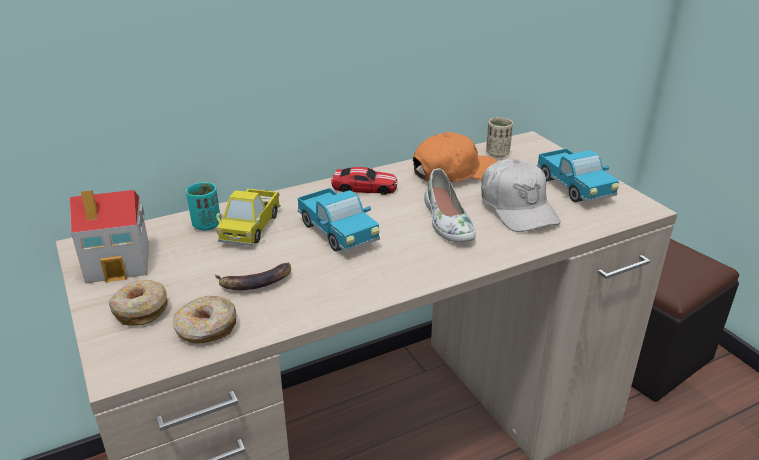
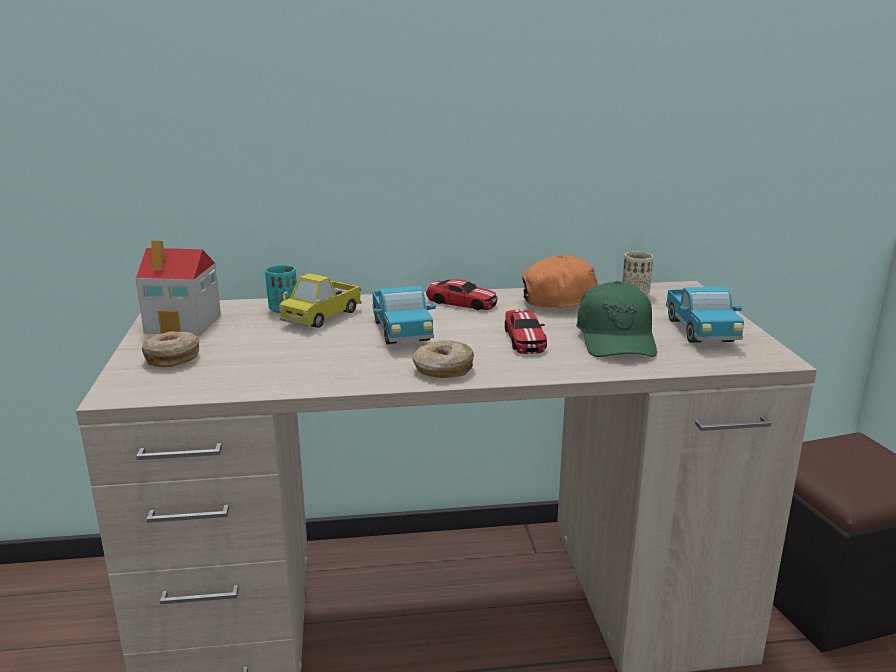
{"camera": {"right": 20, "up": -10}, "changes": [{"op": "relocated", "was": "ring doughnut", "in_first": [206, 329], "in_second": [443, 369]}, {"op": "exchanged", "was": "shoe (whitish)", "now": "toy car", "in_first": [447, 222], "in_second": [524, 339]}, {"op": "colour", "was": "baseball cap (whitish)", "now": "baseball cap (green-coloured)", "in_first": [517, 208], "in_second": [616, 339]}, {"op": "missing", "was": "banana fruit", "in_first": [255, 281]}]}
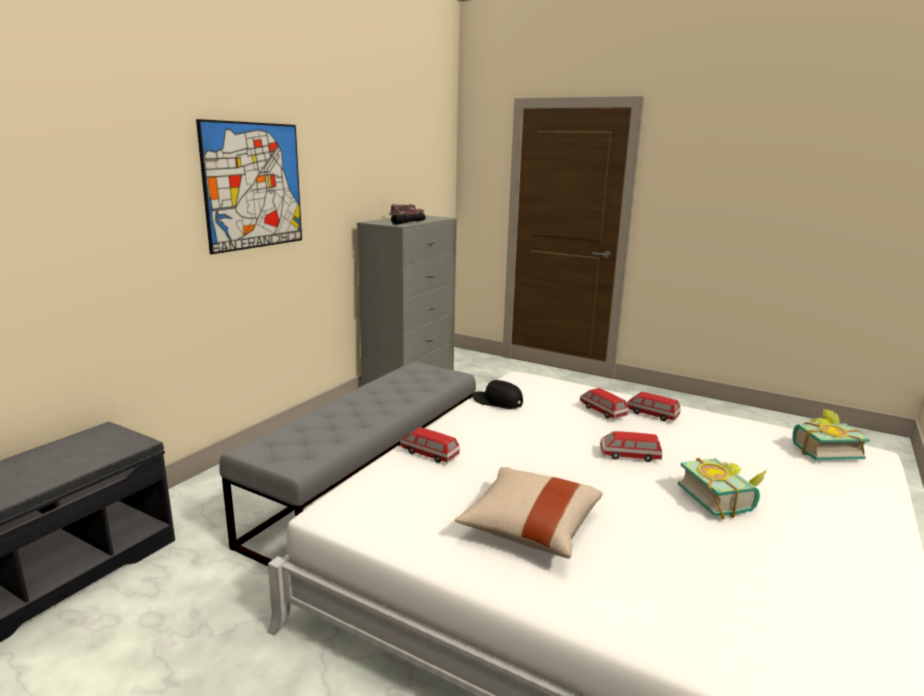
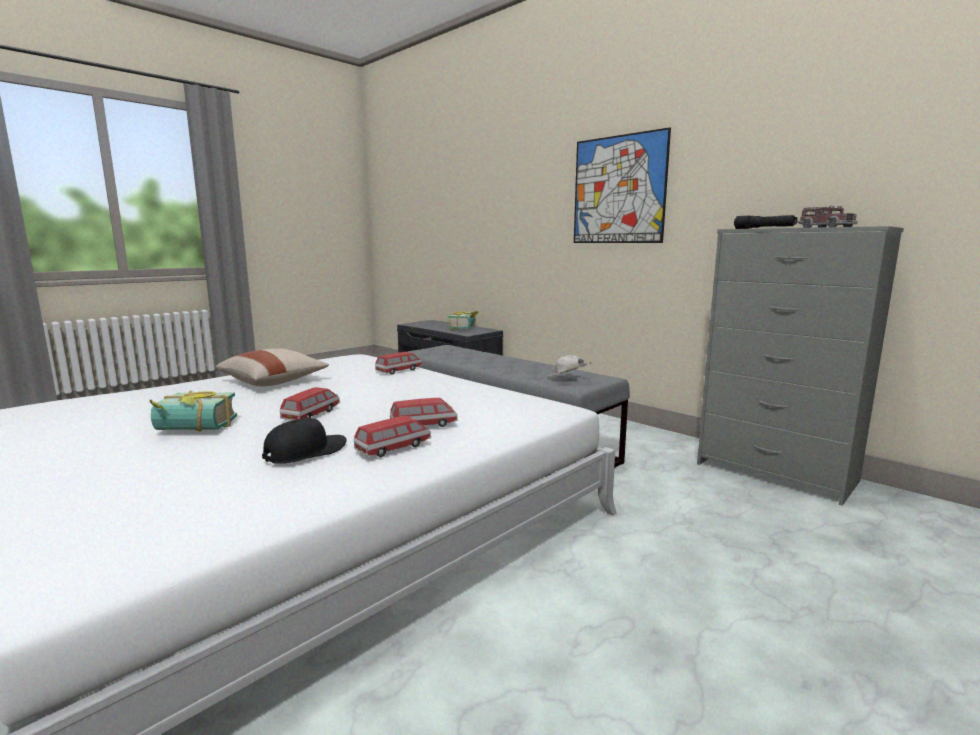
{"camera": {"right": 105, "up": -5}, "changes": [{"op": "relocated", "was": "baseball cap (black)", "in_first": [497, 402], "in_second": [306, 452]}, {"op": "relocated", "was": "volume", "in_first": [822, 450], "in_second": [465, 328]}, {"op": "appeared", "now": "baseball cap (whitish)", "in_second": [566, 379]}]}
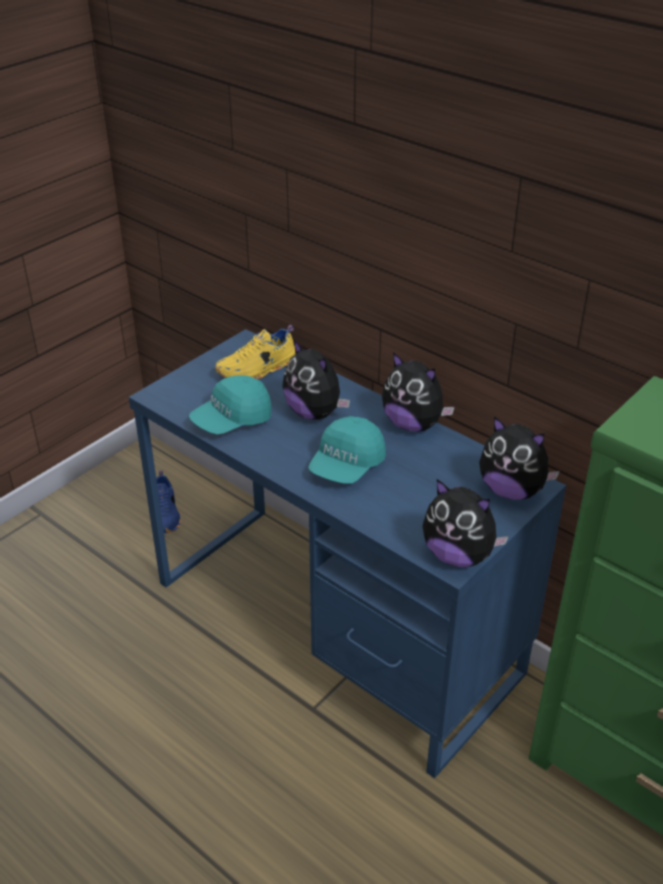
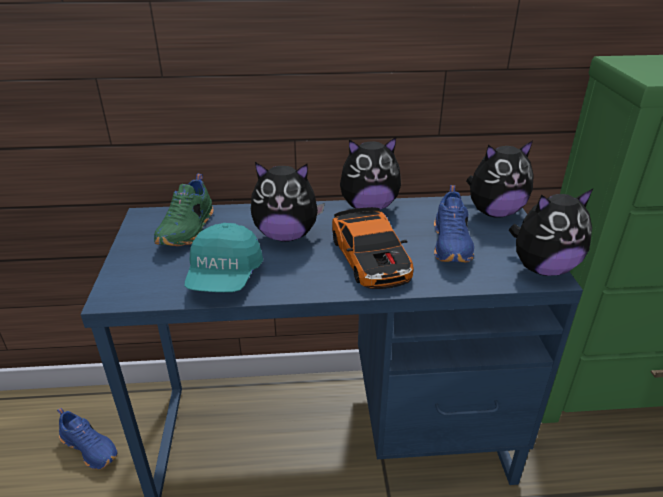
{"camera": {"right": -45, "up": -5}, "changes": [{"op": "colour", "was": "shoe (yellow-coloured)", "now": "shoe (green-coloured)", "in_first": [258, 370], "in_second": [188, 230]}, {"op": "exchanged", "was": "baseball cap (turquoise)", "now": "toy car", "in_first": [346, 466], "in_second": [372, 257]}, {"op": "appeared", "now": "shoe (blue-coloured)", "in_second": [452, 244]}]}
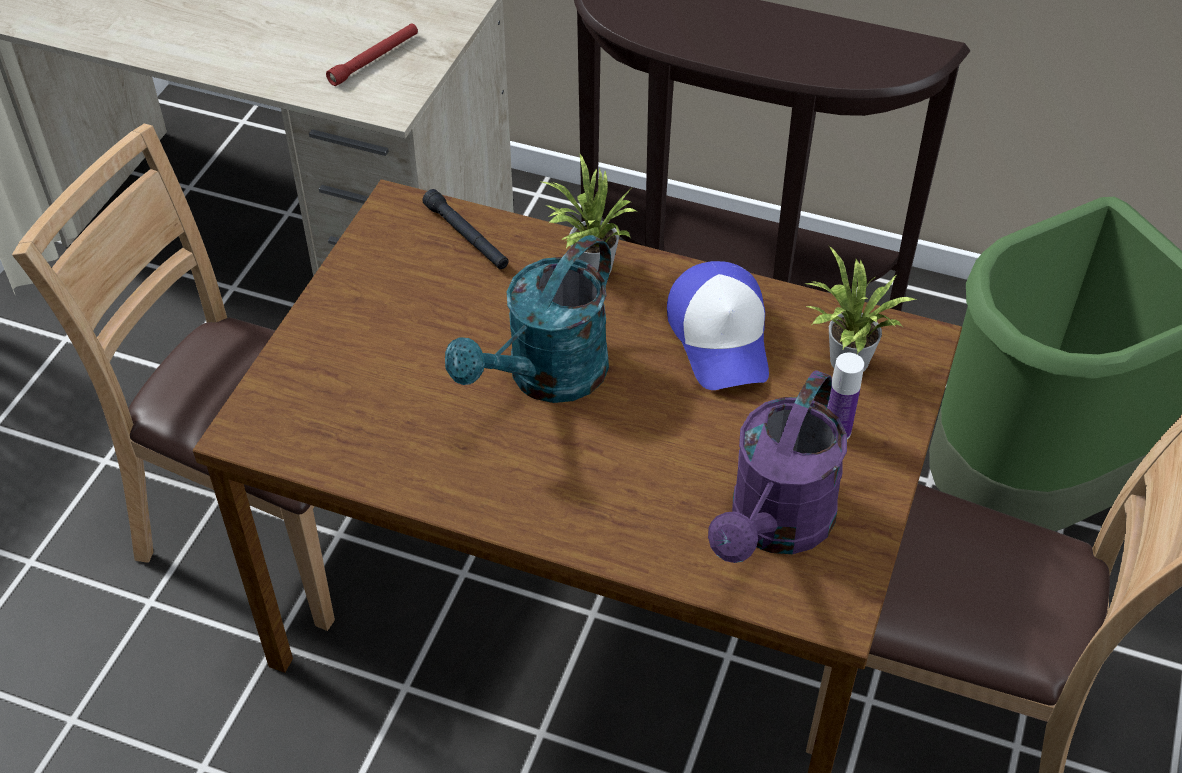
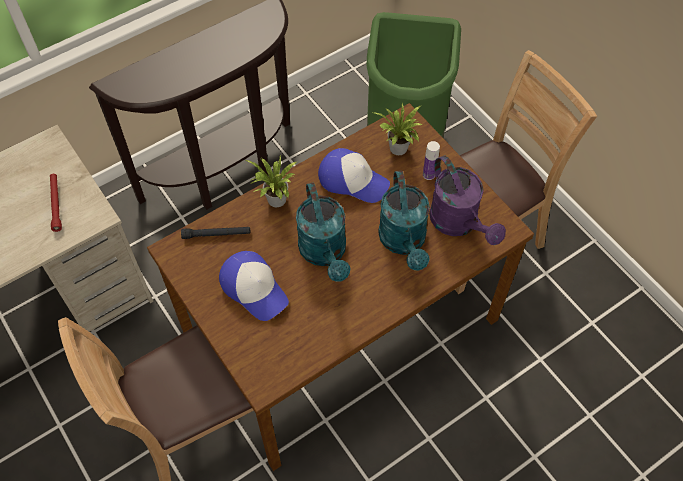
{"camera": {"right": -55, "up": 10}, "changes": [{"op": "appeared", "now": "baseball cap", "in_second": [254, 288]}, {"op": "appeared", "now": "watering pot (turquoise)", "in_second": [404, 242]}]}
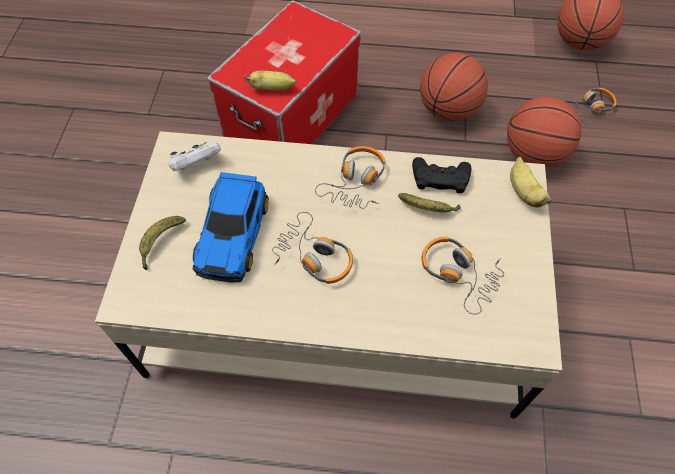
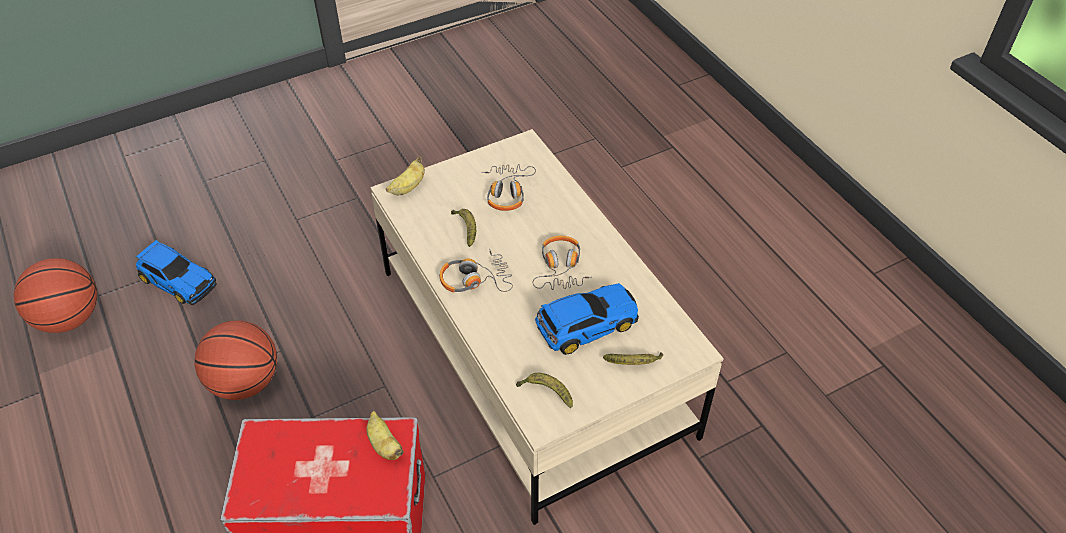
{"camera": {"right": -125, "up": -10}, "changes": [{"op": "exchanged", "was": "pair of headphones", "now": "toy car", "in_first": [587, 107], "in_second": [177, 279]}, {"op": "exchanged", "was": "joypad (whitish)", "now": "banana fruit", "in_first": [196, 165], "in_second": [546, 392]}, {"op": "missing", "was": "joypad (black)", "in_first": [440, 178]}, {"op": "missing", "was": "ball for basketball", "in_first": [533, 154]}]}
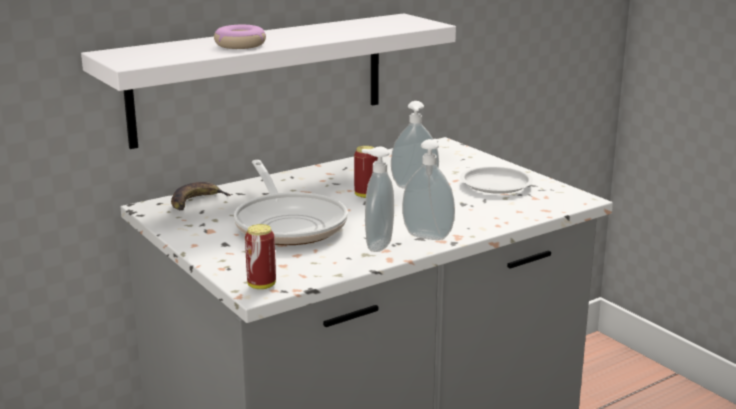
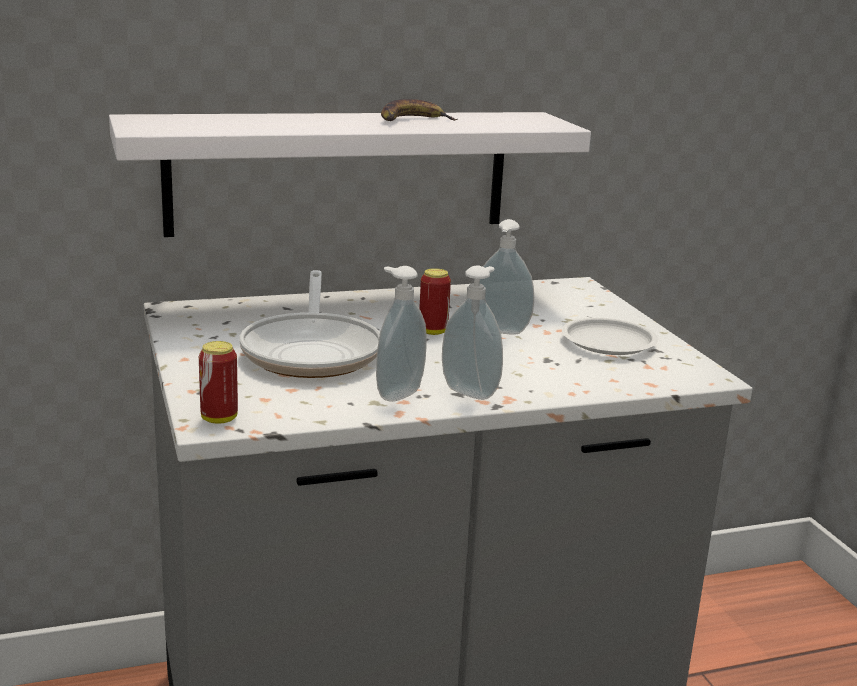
{"camera": {"right": 15, "up": 0}, "changes": [{"op": "relocated", "was": "banana fruit", "in_first": [196, 202], "in_second": [412, 120]}, {"op": "missing", "was": "ring doughnut", "in_first": [240, 45]}]}
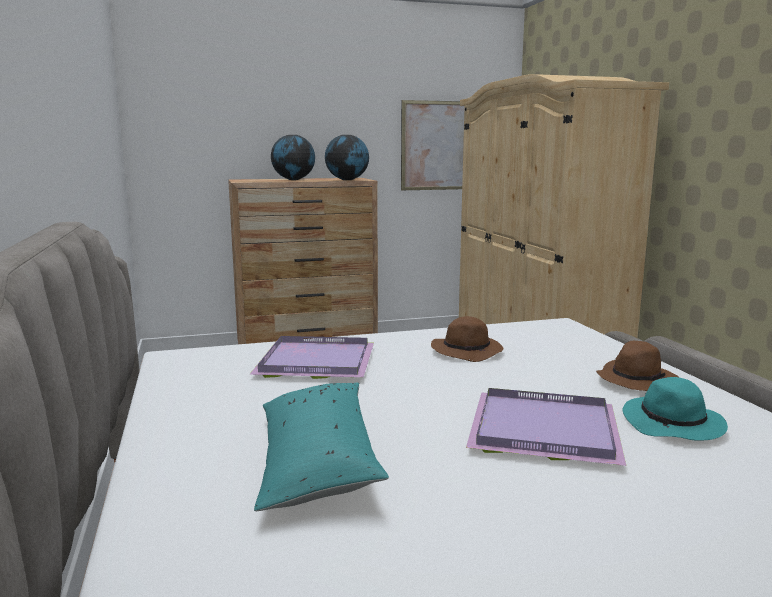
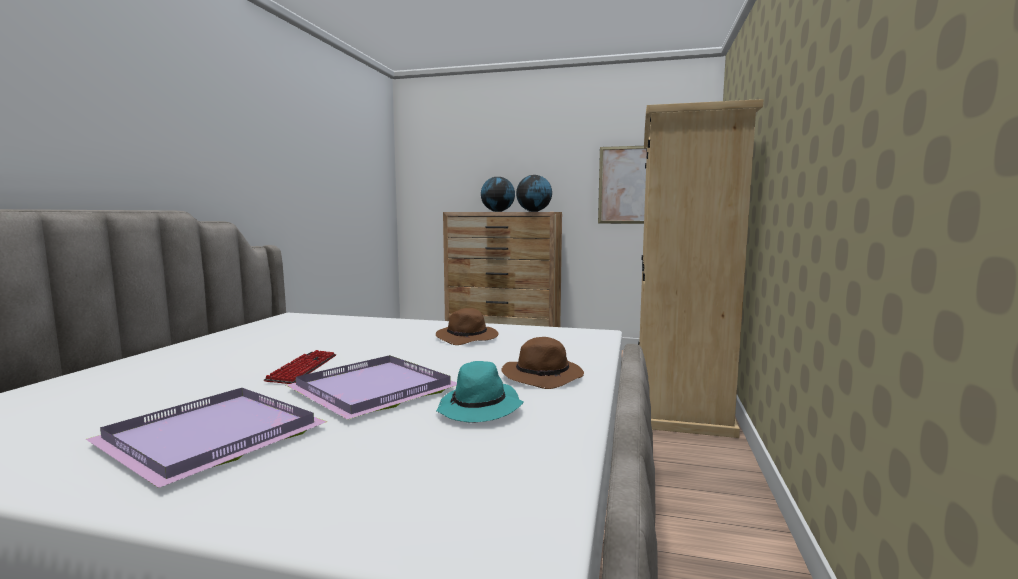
{"camera": {"right": 30, "up": -5}, "changes": [{"op": "relocated", "was": "carrying tray (purplish)", "in_first": [318, 361], "in_second": [216, 437]}, {"op": "appeared", "now": "computer keyboard", "in_second": [303, 369]}, {"op": "missing", "was": "pillow (turquoise)", "in_first": [316, 461]}]}
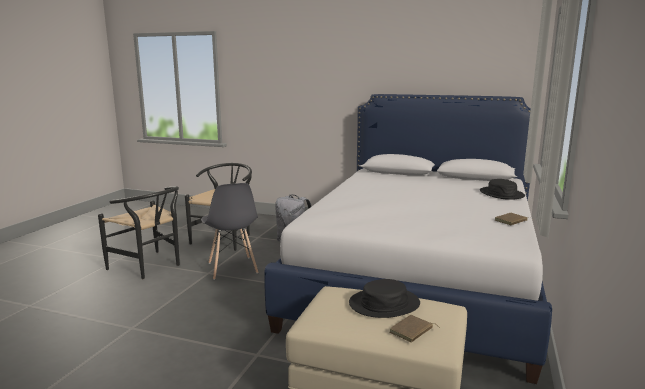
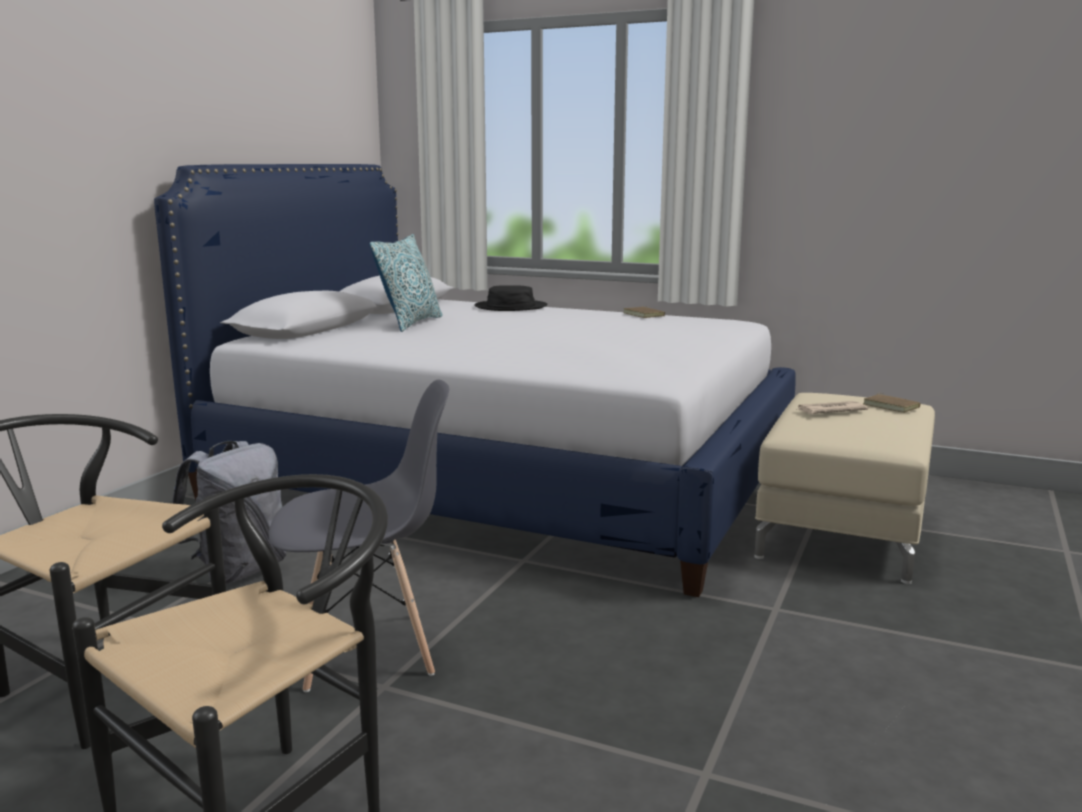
{"camera": {"right": -85, "up": 0}, "changes": [{"op": "appeared", "now": "pillow", "in_second": [410, 323]}, {"op": "exchanged", "was": "hat (black)", "now": "printed paper", "in_first": [384, 304], "in_second": [830, 411]}]}
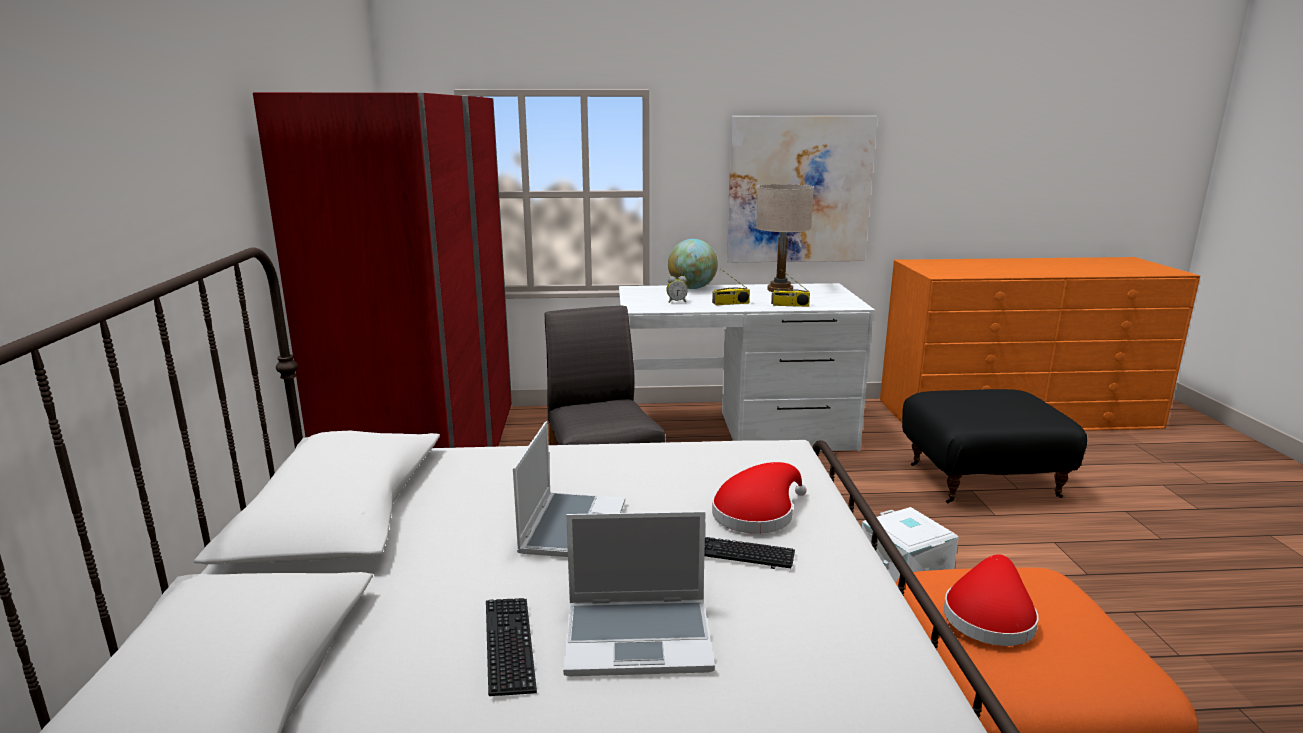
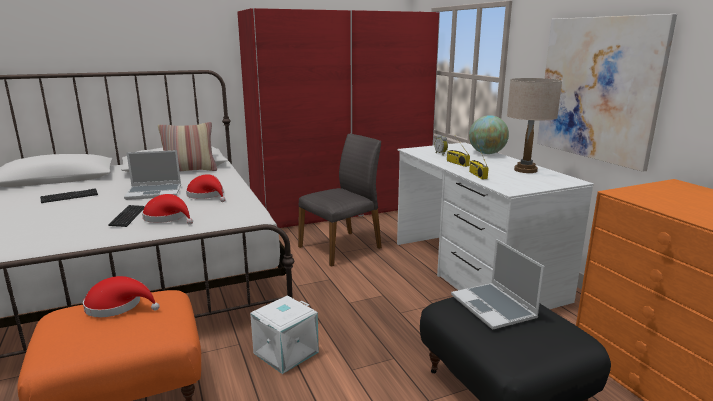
{"camera": {"right": 70, "up": 0}, "changes": [{"op": "appeared", "now": "pillow", "in_second": [190, 171]}, {"op": "appeared", "now": "hat (red-coloured)", "in_second": [207, 195]}, {"op": "relocated", "was": "portable computer", "in_first": [640, 637], "in_second": [494, 307]}]}
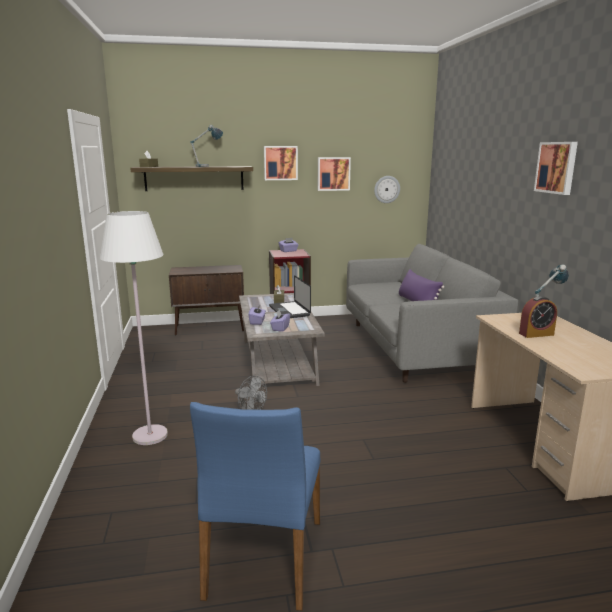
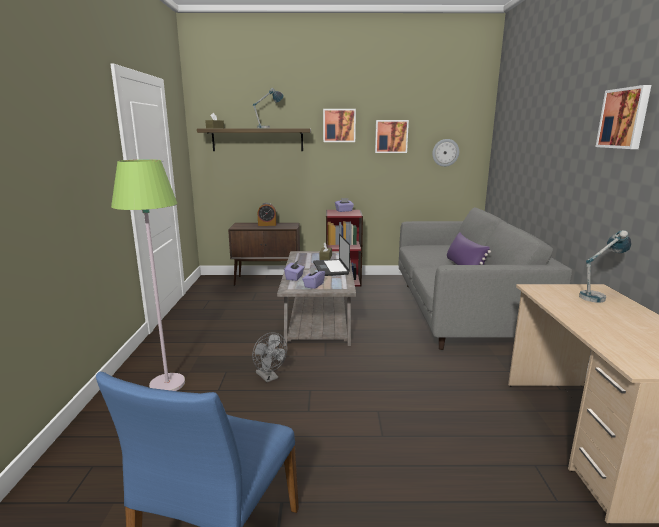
{"camera": {"right": 10, "up": 0}, "changes": [{"op": "colour", "was": "standing lamp (whitish)", "now": "standing lamp (green-coloured)", "in_first": [150, 436], "in_second": [167, 384]}, {"op": "relocated", "was": "bedside clock", "in_first": [536, 334], "in_second": [267, 225]}]}
